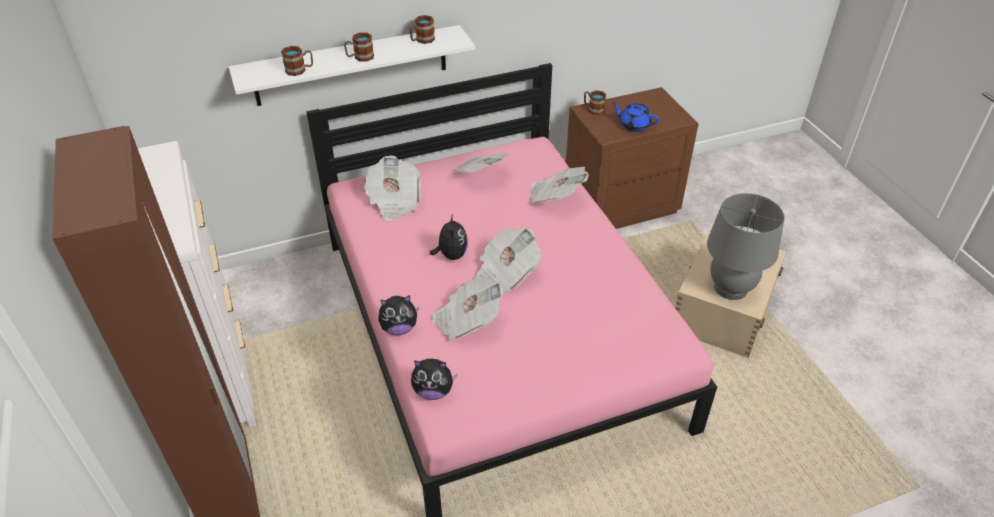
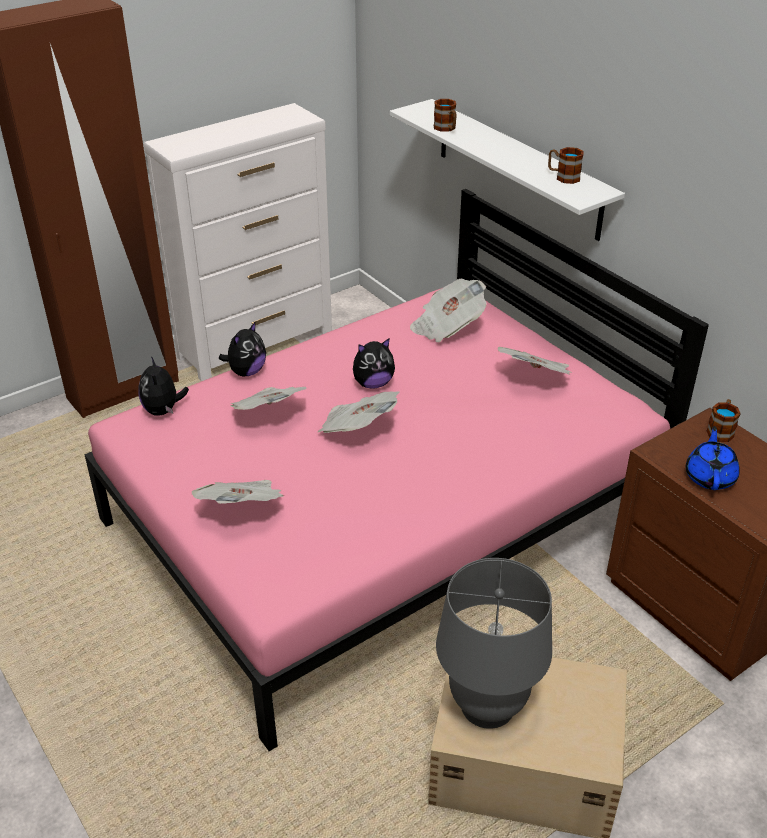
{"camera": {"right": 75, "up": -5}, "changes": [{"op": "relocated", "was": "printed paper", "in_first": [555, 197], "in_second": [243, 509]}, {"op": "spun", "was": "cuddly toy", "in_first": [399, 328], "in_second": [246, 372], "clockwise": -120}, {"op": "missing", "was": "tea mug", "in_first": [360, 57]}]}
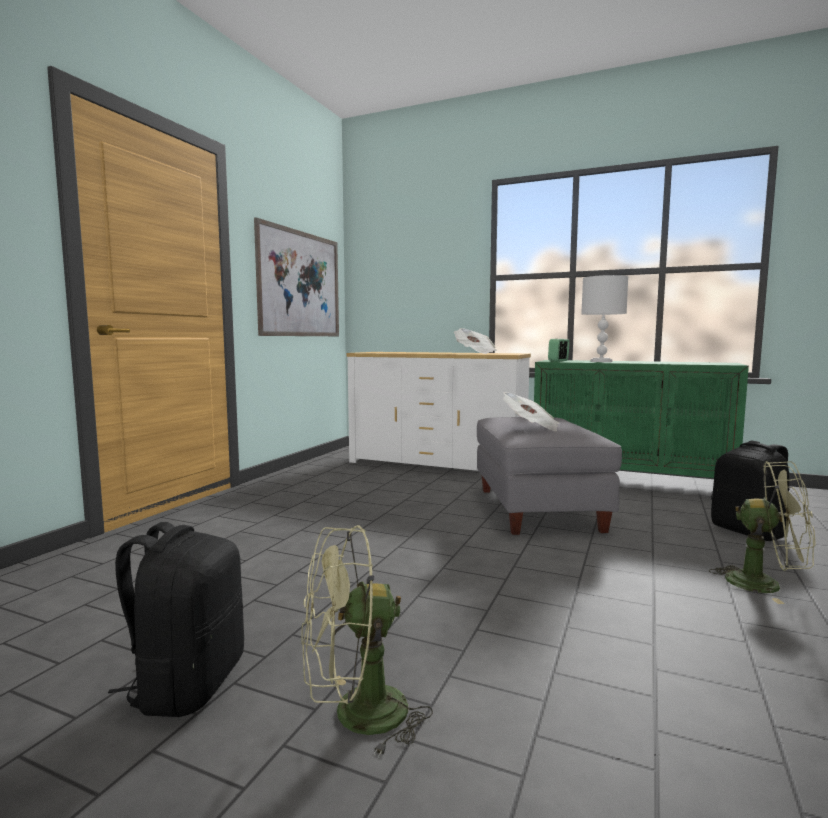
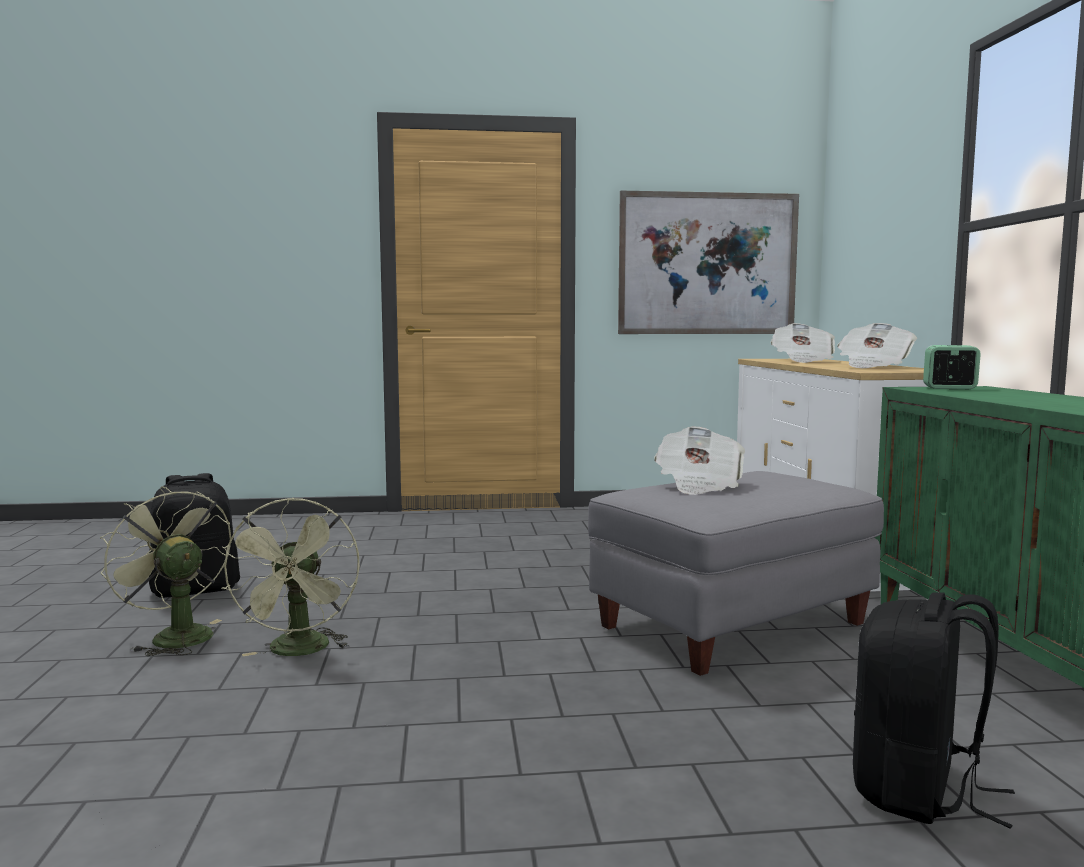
{"camera": {"right": 60, "up": 0}, "changes": [{"op": "relocated", "was": "electric fan (green-coloured)", "in_first": [765, 584], "in_second": [299, 652]}, {"op": "appeared", "now": "printed paper", "in_second": [802, 361]}, {"op": "missing", "was": "lamp for a table (whitish)", "in_first": [601, 361]}]}
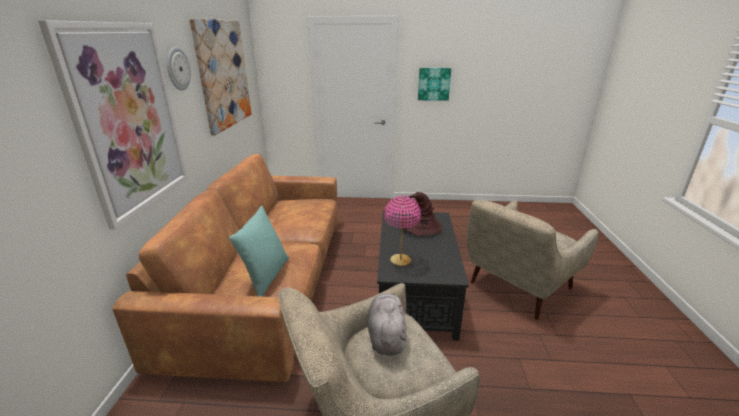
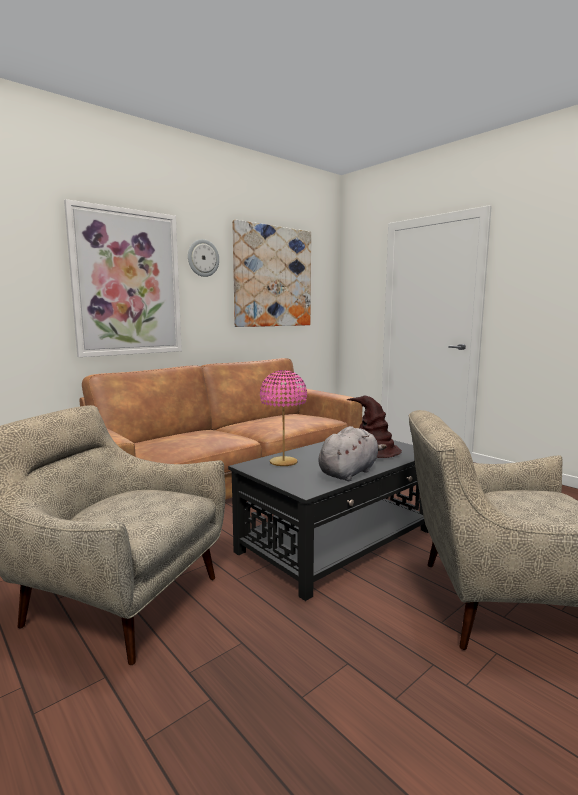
{"camera": {"right": 45, "up": -15}, "changes": [{"op": "relocated", "was": "cuddly toy (gray)", "in_first": [386, 336], "in_second": [349, 472]}, {"op": "missing", "was": "pillow (turquoise)", "in_first": [266, 276]}, {"op": "missing", "was": "picture", "in_first": [434, 84]}]}
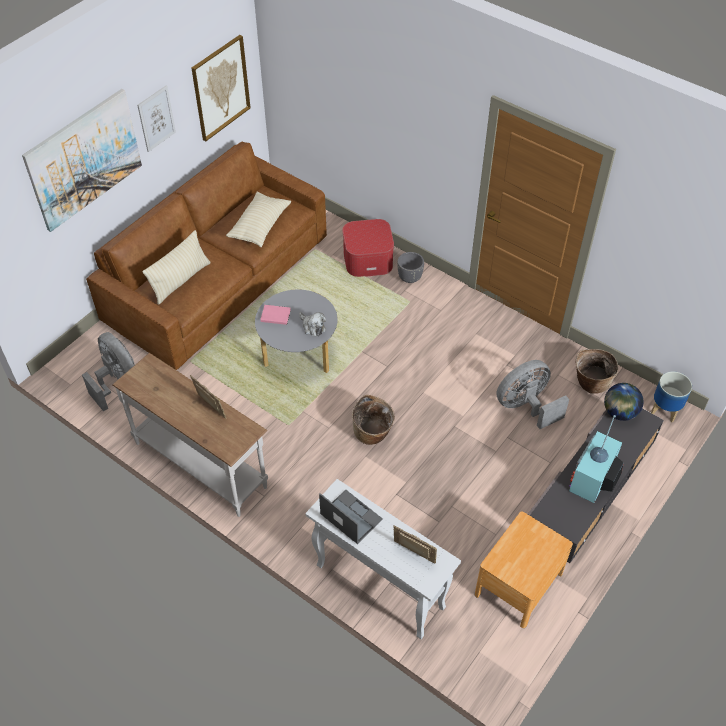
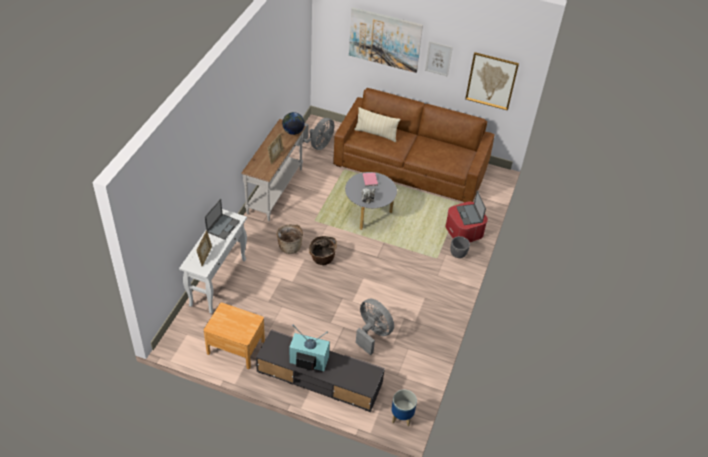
{"camera": {"right": 70, "up": -5}, "changes": [{"op": "relocated", "was": "basket", "in_first": [591, 382], "in_second": [290, 246]}, {"op": "relocated", "was": "desk globe", "in_first": [619, 412], "in_second": [293, 132]}, {"op": "appeared", "now": "portable computer", "in_second": [469, 215]}, {"op": "missing", "was": "pillow (sand-coloured)", "in_first": [260, 226]}]}
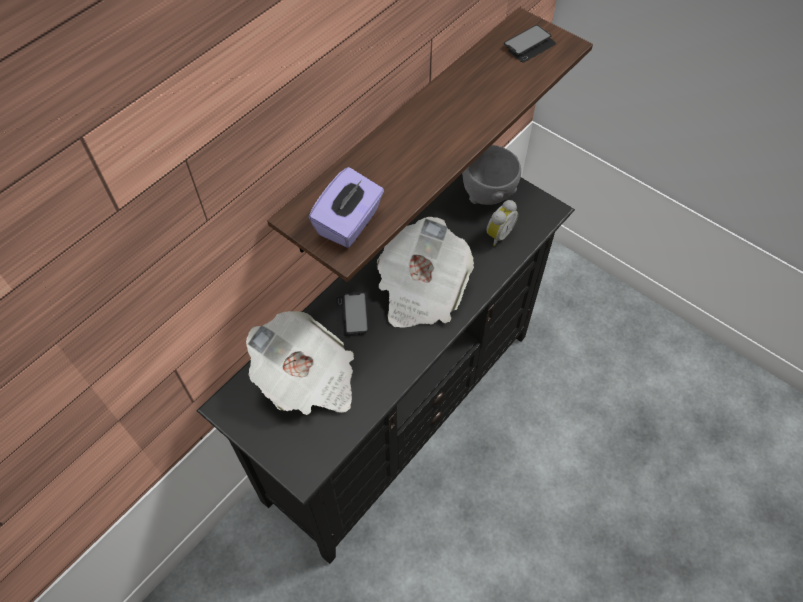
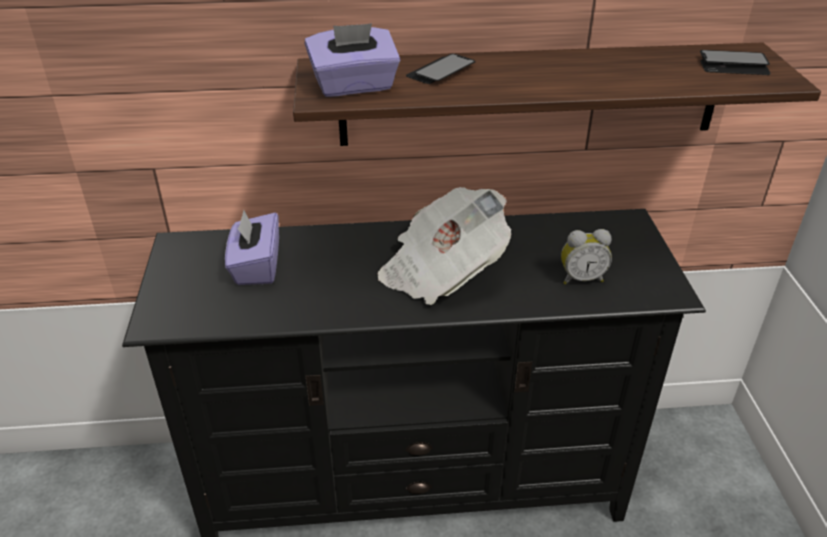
{"camera": {"right": 45, "up": -20}, "changes": [{"op": "exchanged", "was": "printed paper", "now": "tissue box (purplish)", "in_first": [307, 379], "in_second": [256, 267]}, {"op": "relocated", "was": "telephone", "in_first": [352, 315], "in_second": [440, 71]}, {"op": "missing", "was": "deep dish (gray)", "in_first": [487, 193]}]}
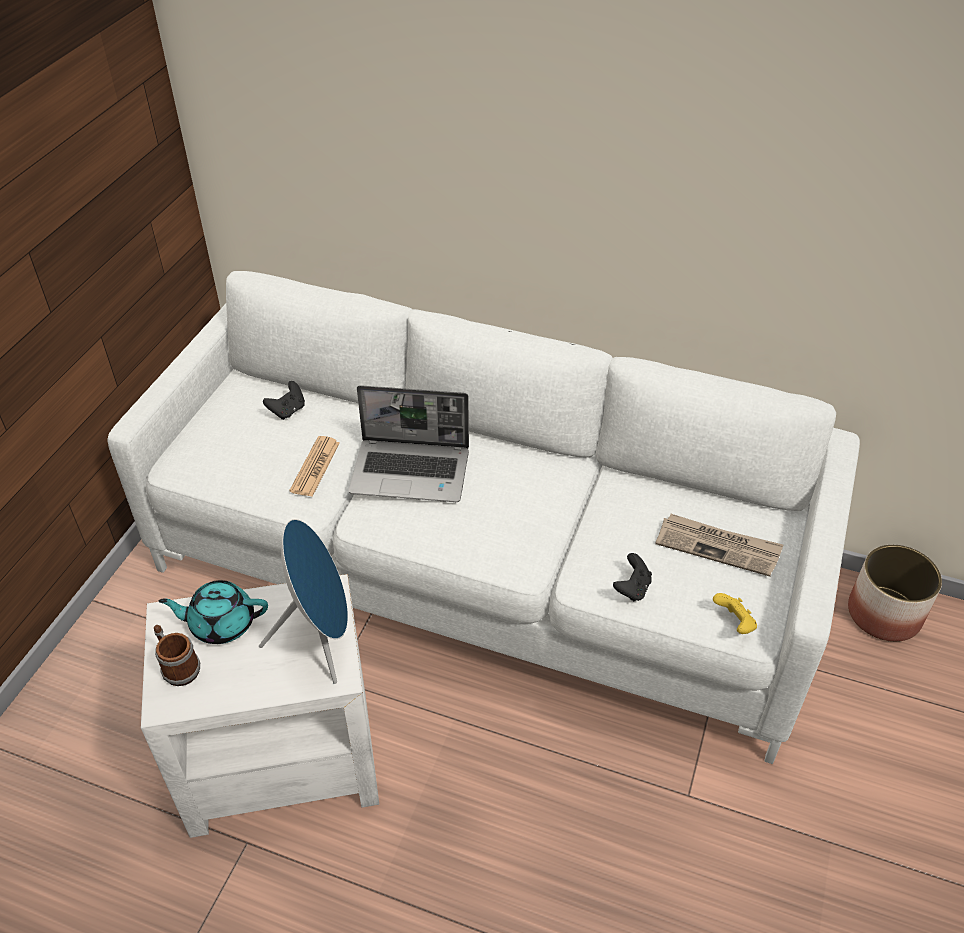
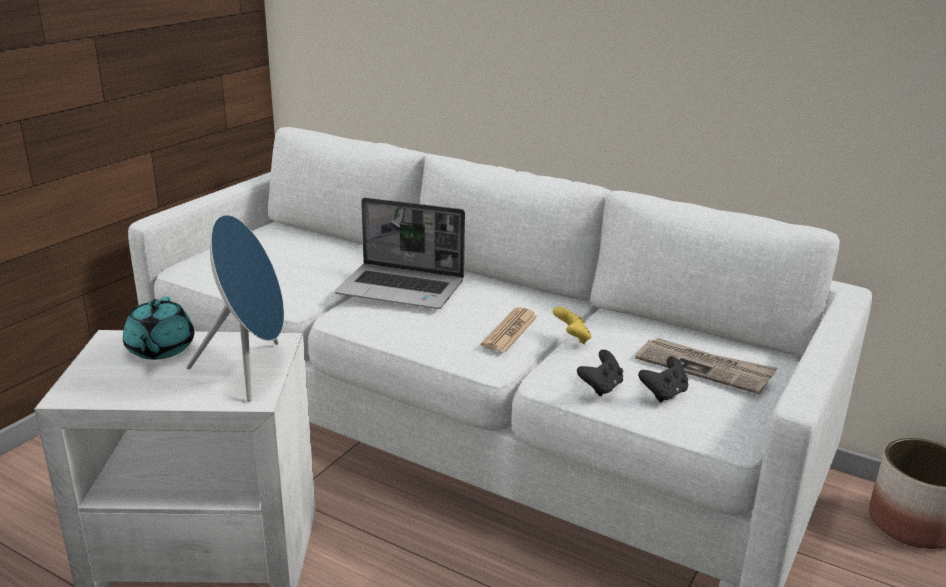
{"camera": {"right": 10, "up": -20}, "changes": [{"op": "spun", "was": "tea pot (turquoise)", "in_first": [221, 623], "in_second": [160, 349], "clockwise": -105}, {"op": "relocated", "was": "printed paper", "in_first": [315, 467], "in_second": [510, 331]}, {"op": "relocated", "was": "joypad (yellow-coloured)", "in_first": [734, 623], "in_second": [572, 338]}, {"op": "relocated", "was": "joypad (black)", "in_first": [288, 411], "in_second": [664, 394]}, {"op": "missing", "was": "tea mug", "in_first": [178, 667]}]}
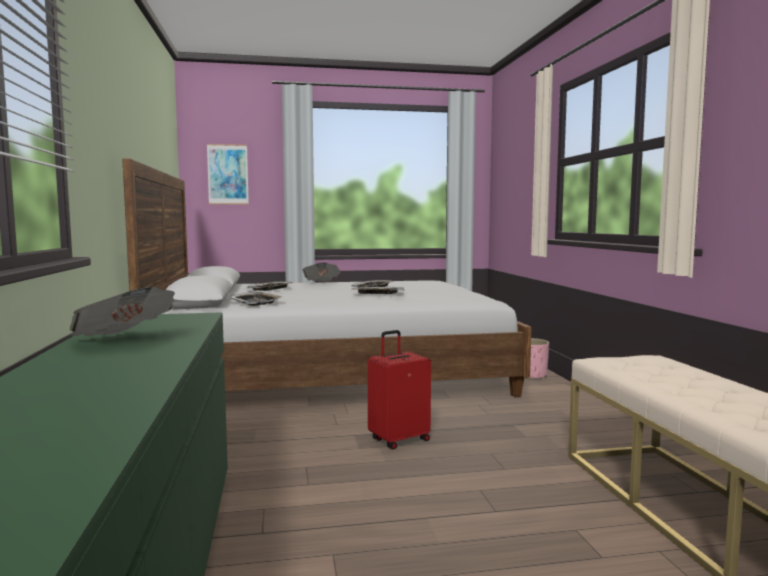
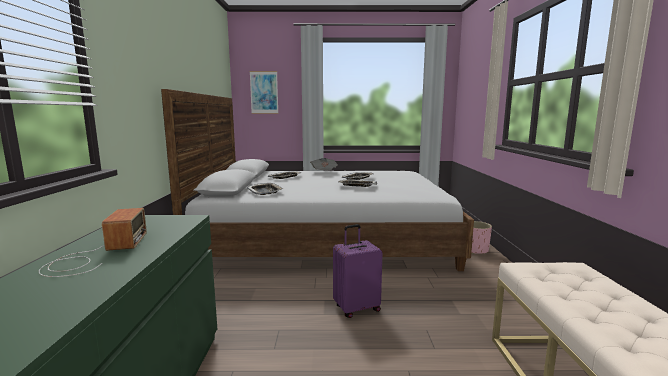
{"camera": {"right": 10, "up": 5}, "changes": [{"op": "exchanged", "was": "printed paper", "now": "radio", "in_first": [124, 341], "in_second": [97, 254]}, {"op": "colour", "was": "travel case (red-coloured)", "now": "travel case (purplish)", "in_first": [398, 440], "in_second": [356, 308]}]}
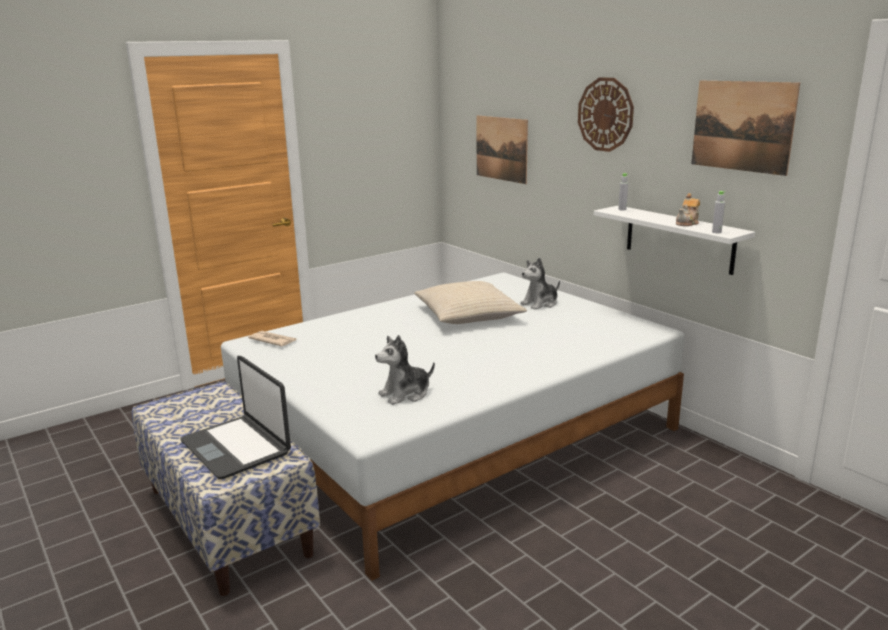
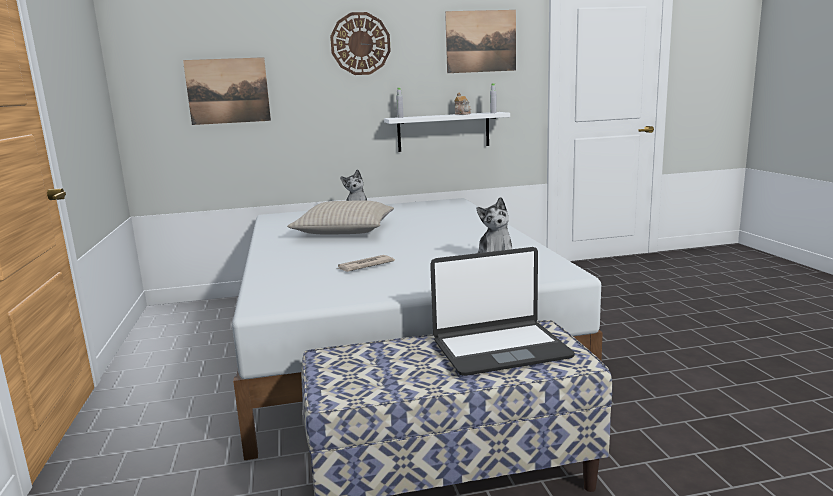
{"camera": {"right": -65, "up": -5}, "changes": [{"op": "relocated", "was": "printed paper", "in_first": [273, 340], "in_second": [364, 266]}]}
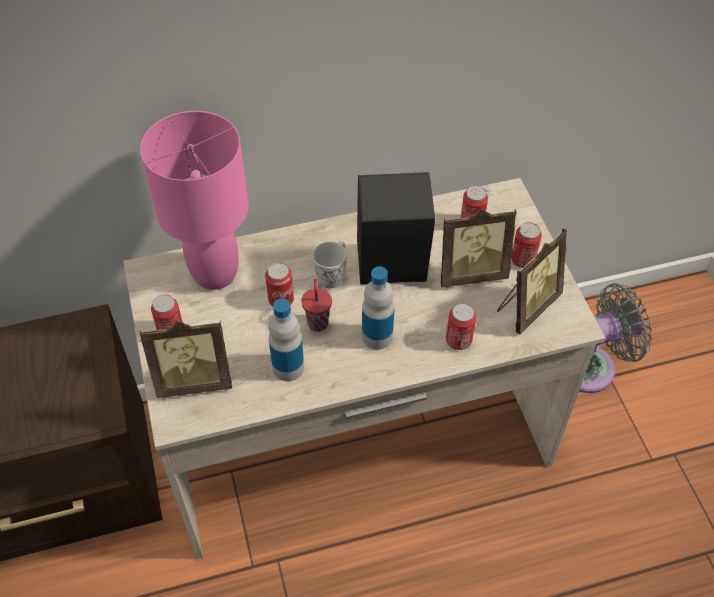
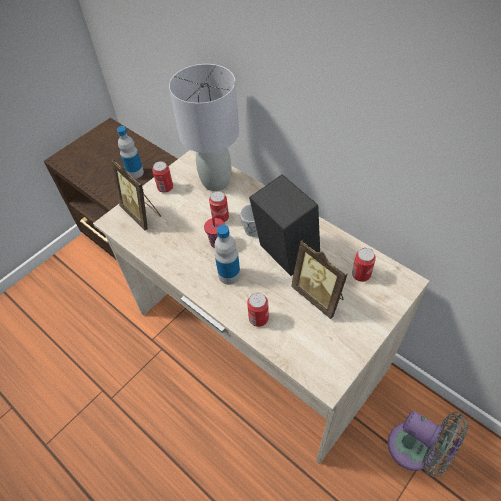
{"camera": {"right": 60, "up": 0}, "changes": [{"op": "relocated", "was": "drink bottle", "in_first": [288, 367], "in_second": [135, 172]}, {"op": "colour", "was": "lamp for a table (pink)", "now": "lamp for a table (gray)", "in_first": [214, 273], "in_second": [216, 181]}, {"op": "missing", "was": "photo frame", "in_first": [526, 306]}, {"op": "missing", "was": "metal can", "in_first": [523, 260]}]}
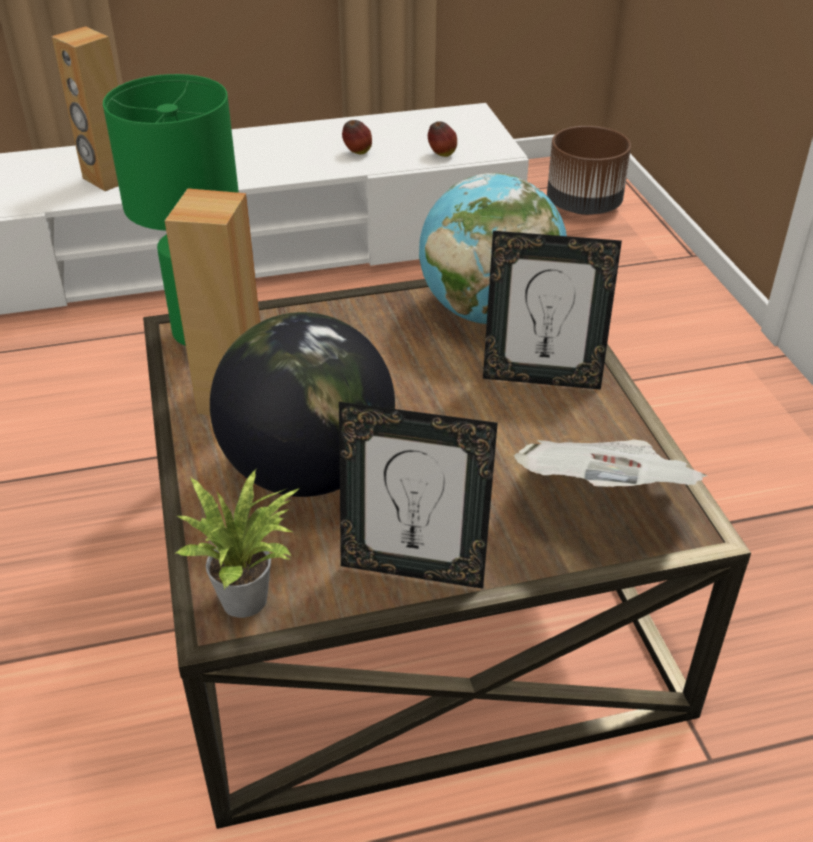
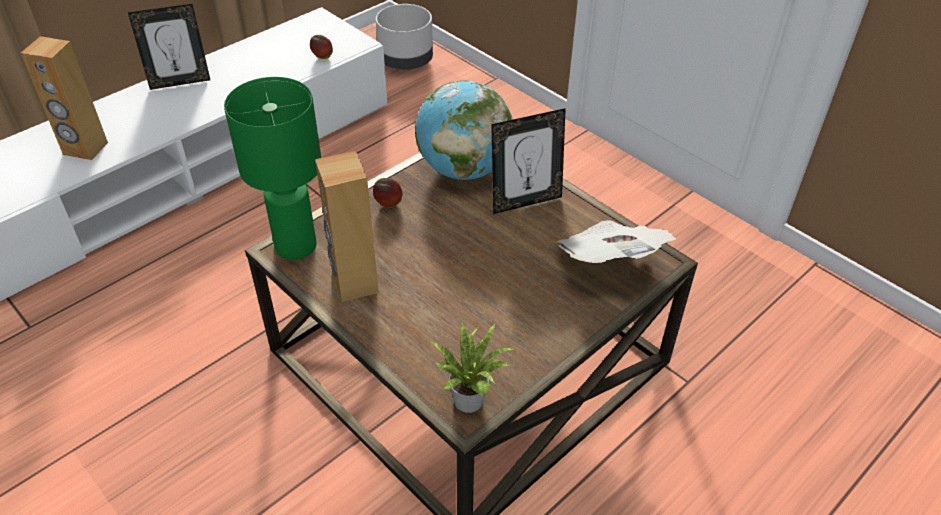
{"camera": {"right": -30, "up": 5}, "changes": [{"op": "relocated", "was": "photo frame", "in_first": [413, 568], "in_second": [180, 82]}, {"op": "relocated", "was": "apple fruit", "in_first": [357, 153], "in_second": [388, 205]}, {"op": "colour", "was": "flower pot (brown-coloured)", "now": "flower pot (gray)", "in_first": [584, 206], "in_second": [406, 62]}, {"op": "missing", "was": "desk globe", "in_first": [309, 471]}]}
